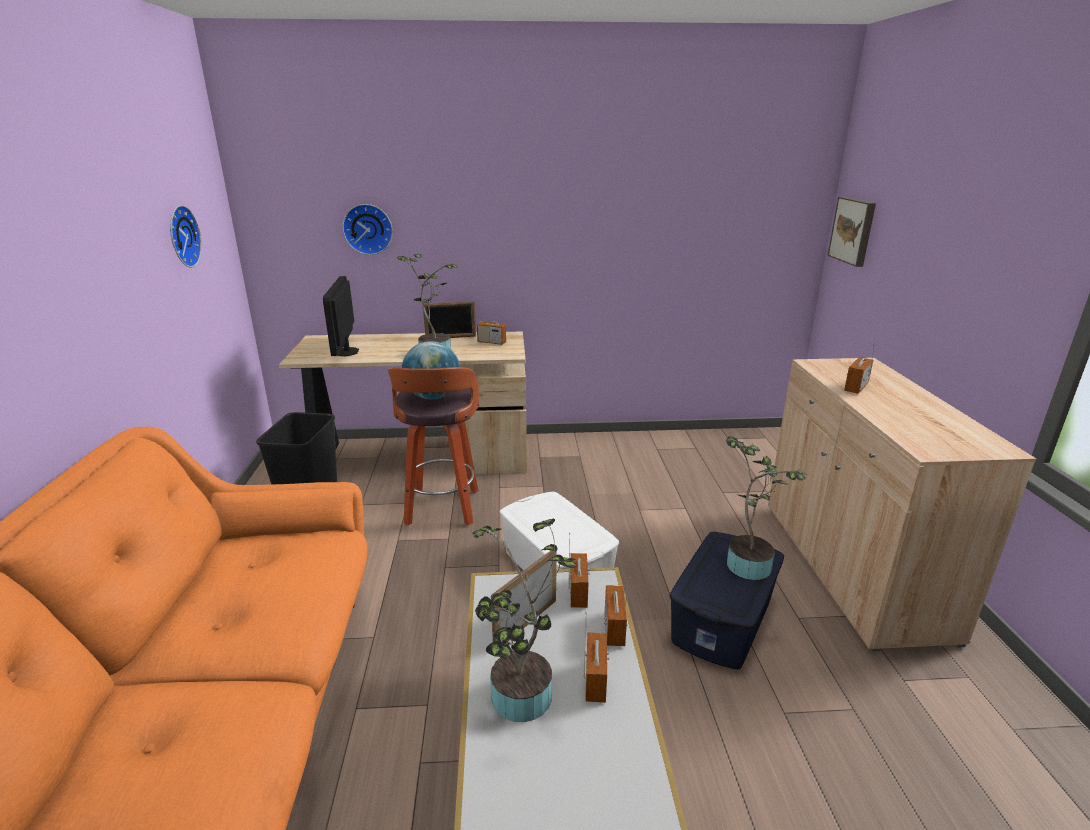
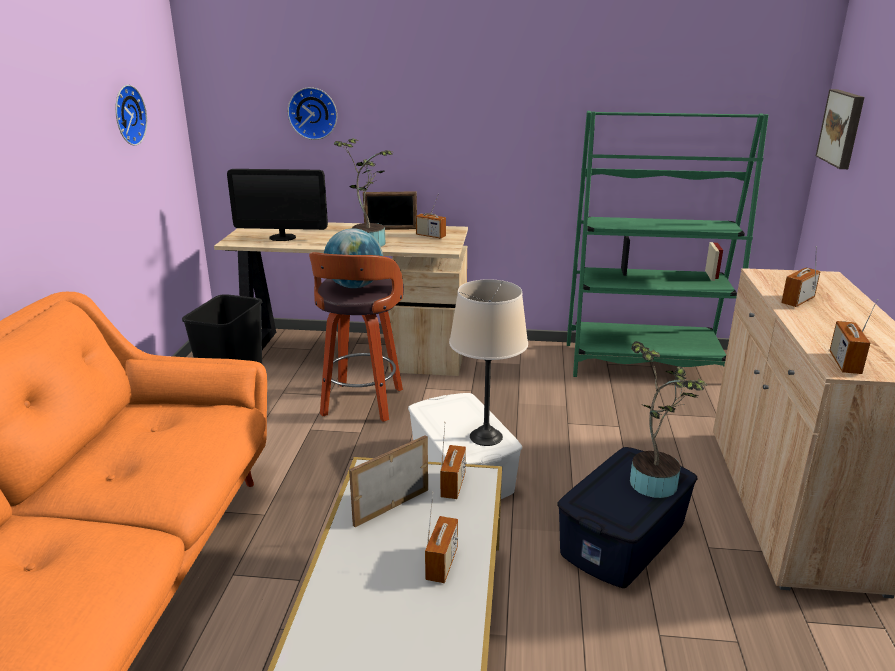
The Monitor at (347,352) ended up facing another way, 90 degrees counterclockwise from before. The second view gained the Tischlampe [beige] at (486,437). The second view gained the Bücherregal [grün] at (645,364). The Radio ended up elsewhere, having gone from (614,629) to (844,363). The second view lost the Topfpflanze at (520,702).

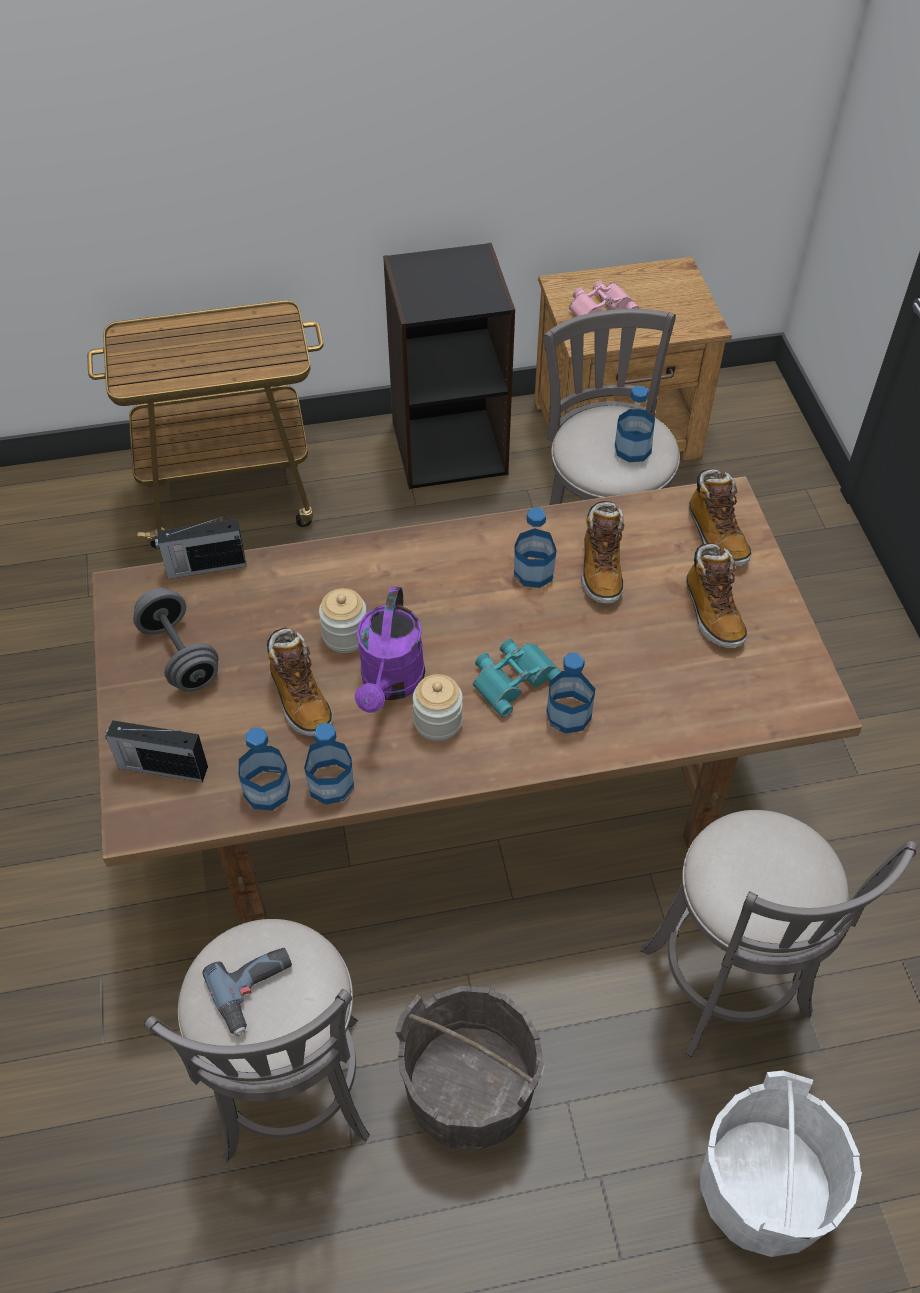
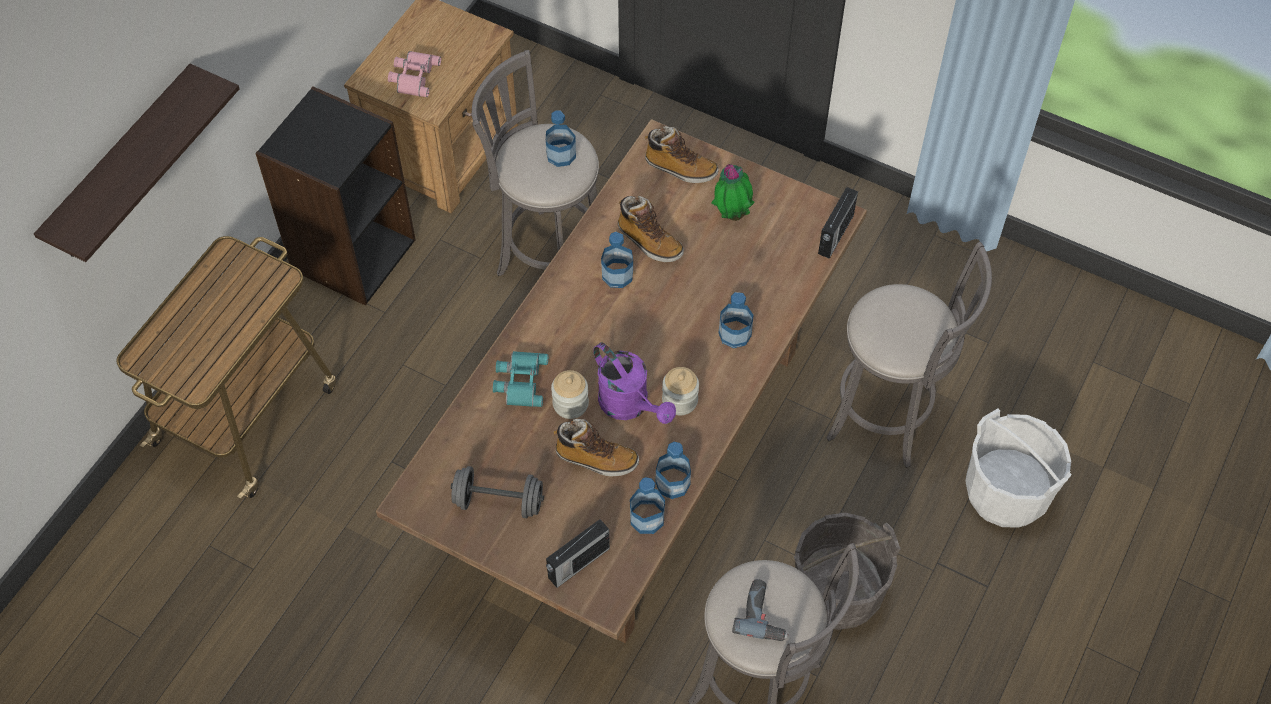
The second view gained the Wandregal at (123,166). The Fernglas [türkis] ended up elsewhere, having gone from (513,678) to (520,381). Where the Stiefel stood at (712,613), the Topfpflanze came to stand at (732,214). The Radio ended up elsewhere, having gone from (204,566) to (835,235).

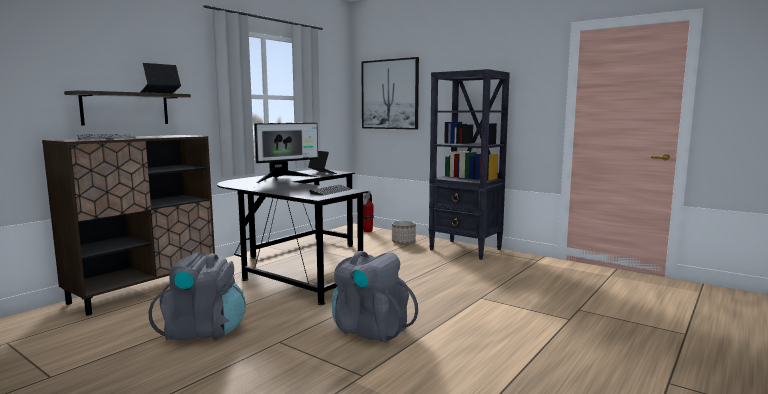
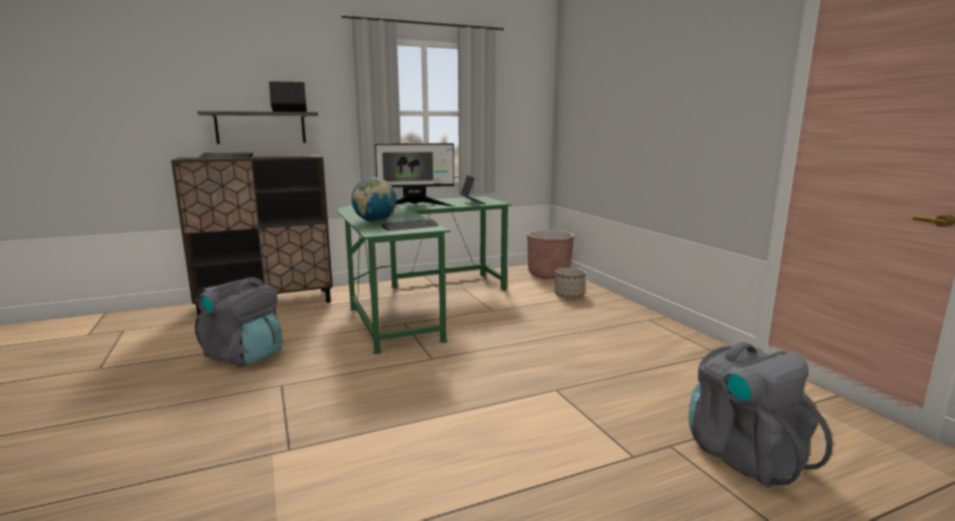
What was the Schreibtisch [schwarz] at (295,266) turned into the Schreibtisch [grün] at (416,303). The second view gained the Globus at (375,221). Where the Feuerlöscher stood at (367,231), the Pflanzkübel [braun] came to stand at (549,274). The Rucksack [grau] ended up elsewhere, having gone from (370,329) to (743,455). The second view lost the Bild at (390,94). The second view lost the Bücherregal [schwarz] at (466,250).

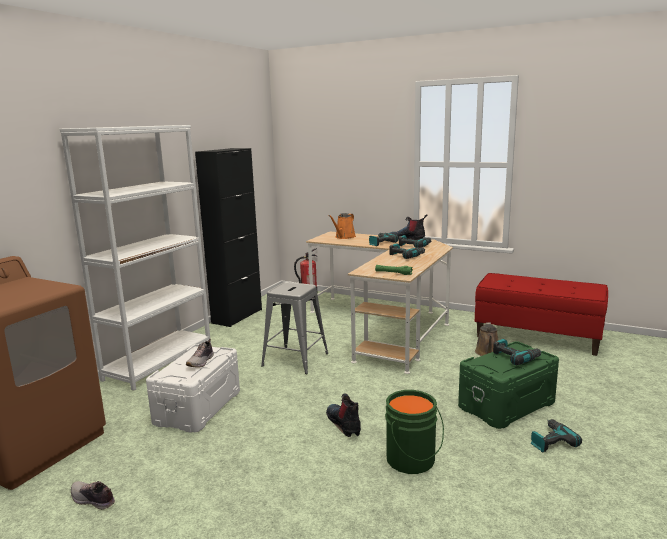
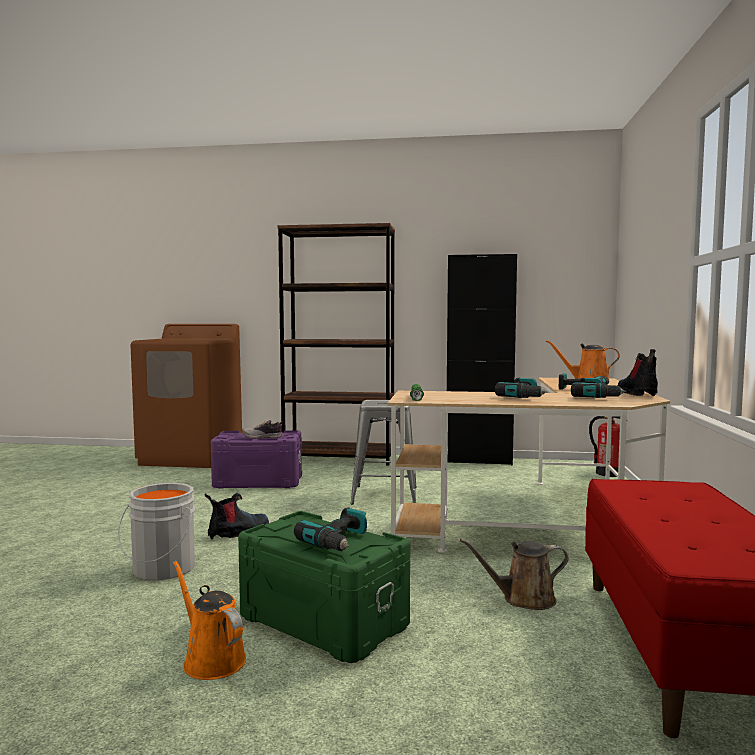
What was the Eimer [grün] at (412,460) turned into the Eimer [grau] at (161,569). Where the Bohrmaschine stood at (550,441), the Gießkanne [orange] came to stand at (211,659). What was the Aufbewahrungsbox [weiß] at (199,407) turned into the Aufbewahrungsbox [lila] at (258,482). What was the Bücherregal [weiß] at (159,362) turned into the Bücherregal [braun] at (339,458). The second view lost the Schuh at (92,500).

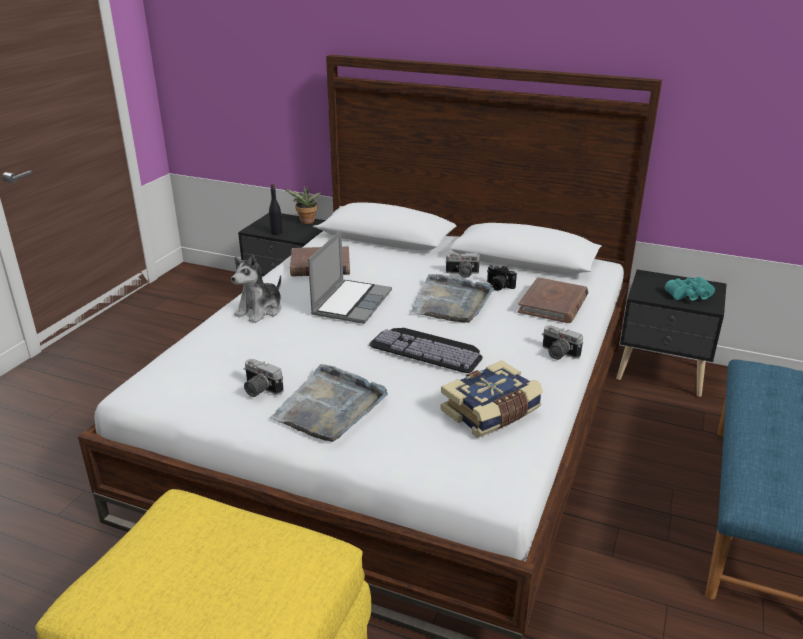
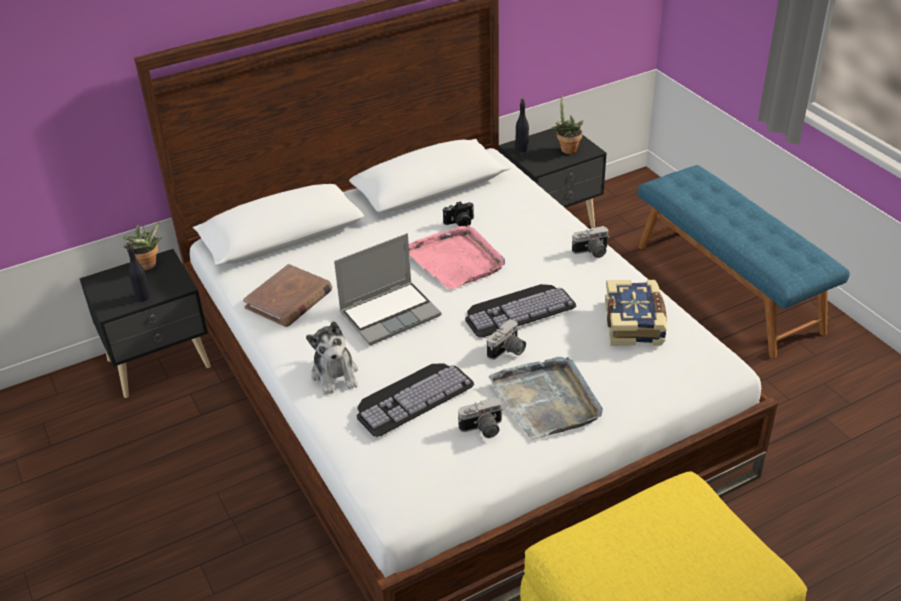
The Laptop at (351,302) ended up facing another way, 90 degrees clockwise from before. The second view gained the Tastatur at (412,396). What was the Tablett [grau] at (451,302) turned into the Tablett [rosa] at (456,260). The Kamera ended up elsewhere, having gone from (462,274) to (508,351). The second view gained the Flasche [schwarz] at (522,149). Where the Fernglas [türkis] stood at (690,296), the Topfpflanze came to stand at (566,149). The second view lost the Buch [braun] at (553,304).

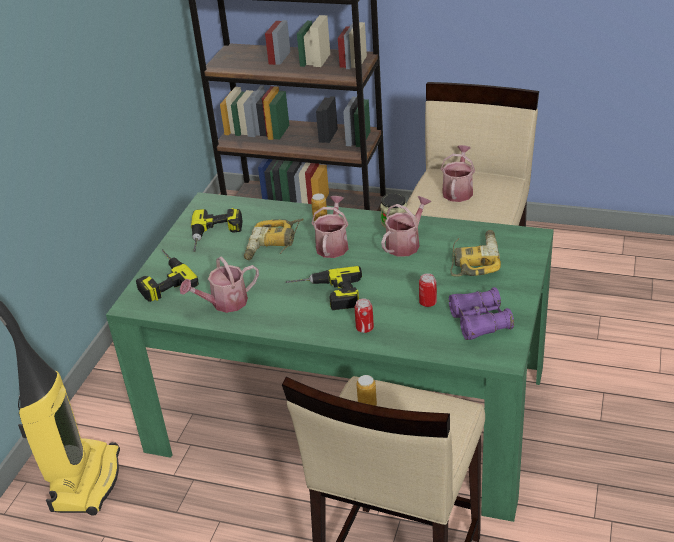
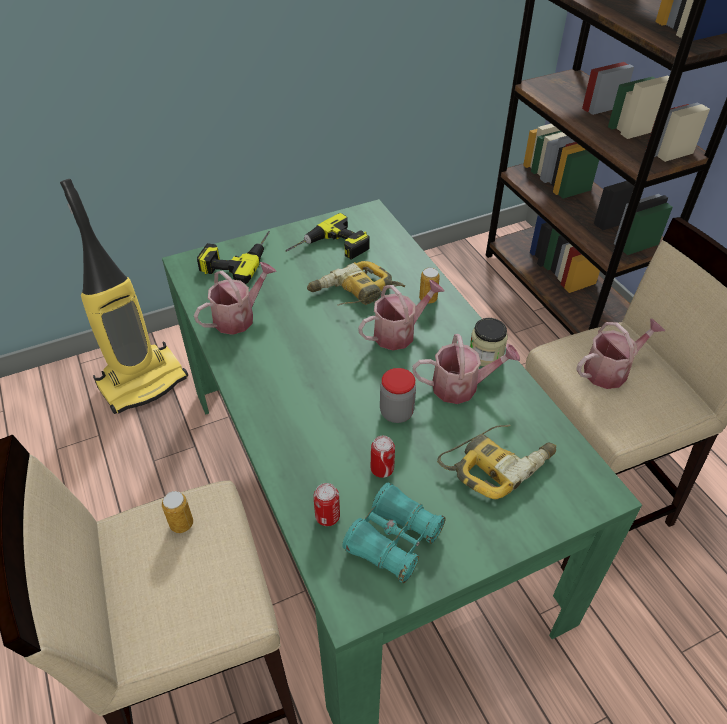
The Gießkanne at (224,303) ended up facing another way, 120 degrees clockwise from before. The Dose ended up elsewhere, having gone from (364,328) to (327,516). What was the Fernglas [lila] at (480,322) turned into the Fernglas [türkis] at (393,540). The second view gained the Vorratsglas at (396,412). The second view lost the Bohrmaschine at (326,294).

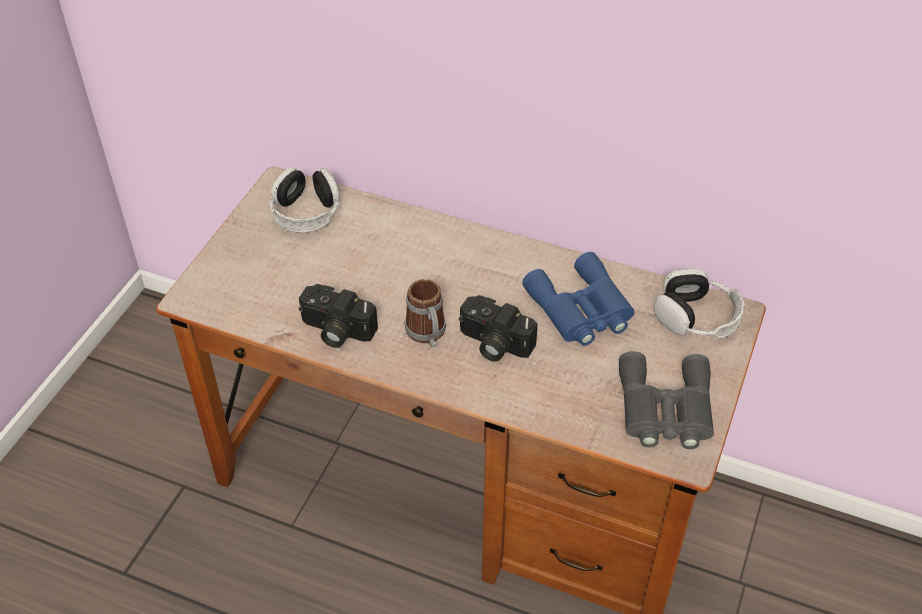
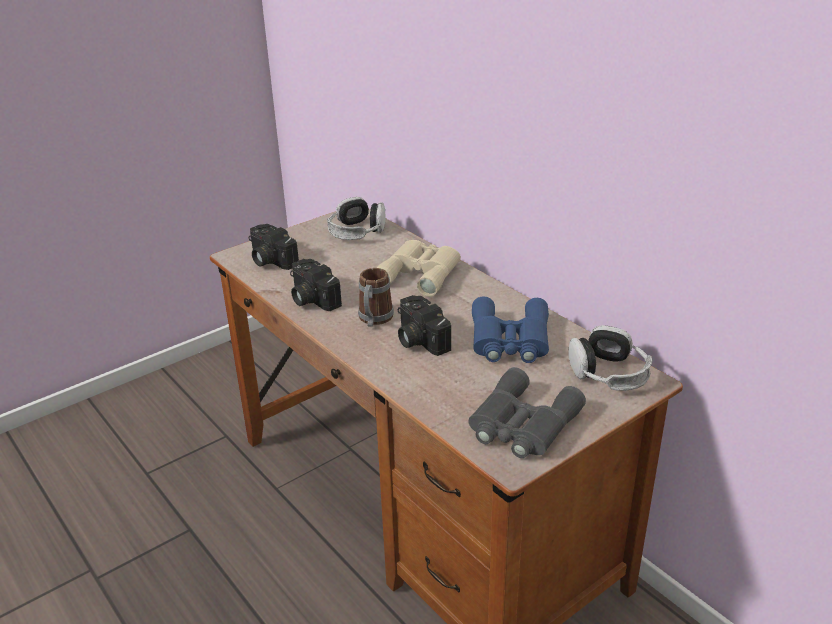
The second view gained the Kamera at (269,260). The second view gained the Fernglas [beige] at (421,273).

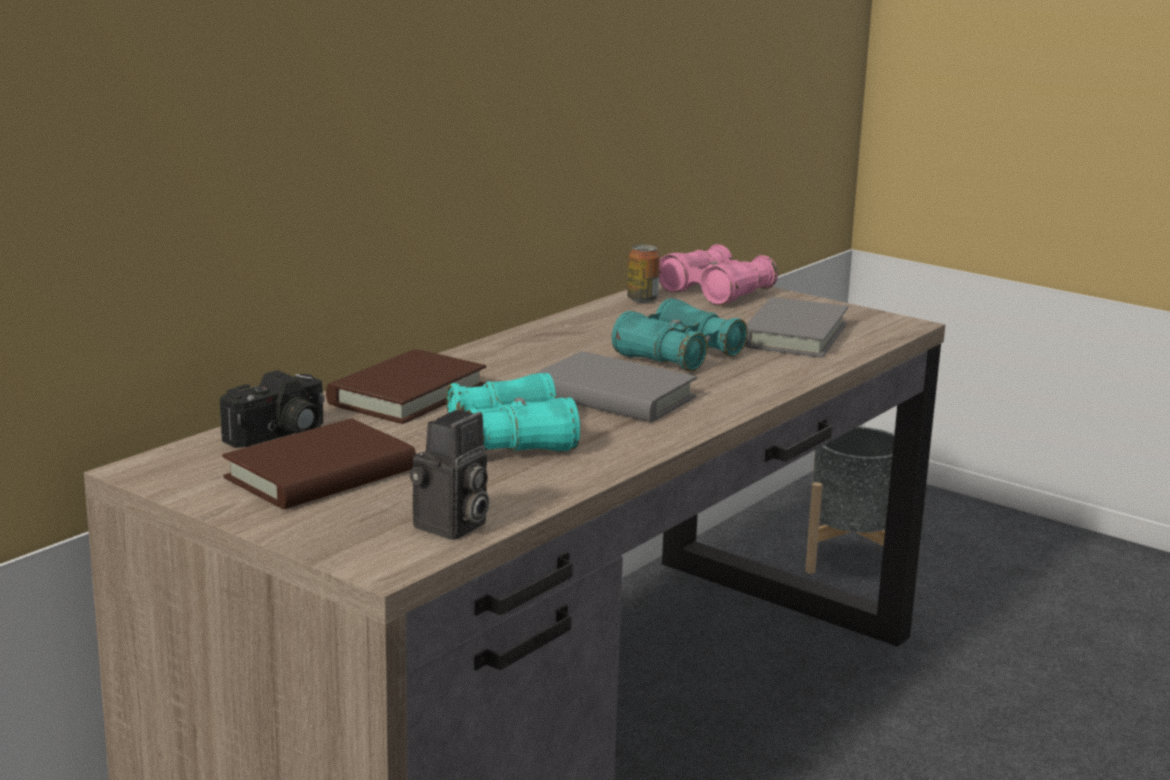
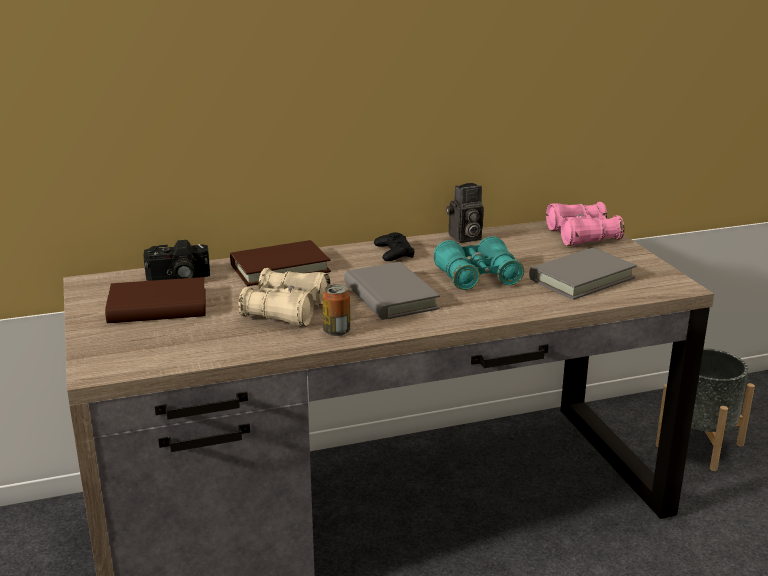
What was the Fernglas [türkis] at (512,439) turned into the Fernglas [beige] at (286,310). The Dose ended up elsewhere, having gone from (642,299) to (337,331). The second view gained the Gamepad [schwarz] at (394,252). The Kamera ended up elsewhere, having gone from (451,527) to (464,238).

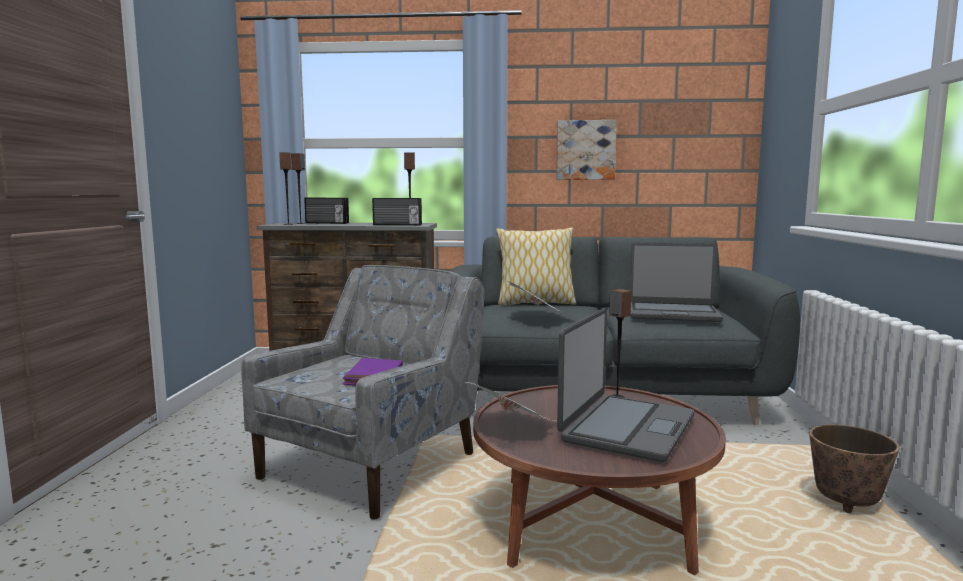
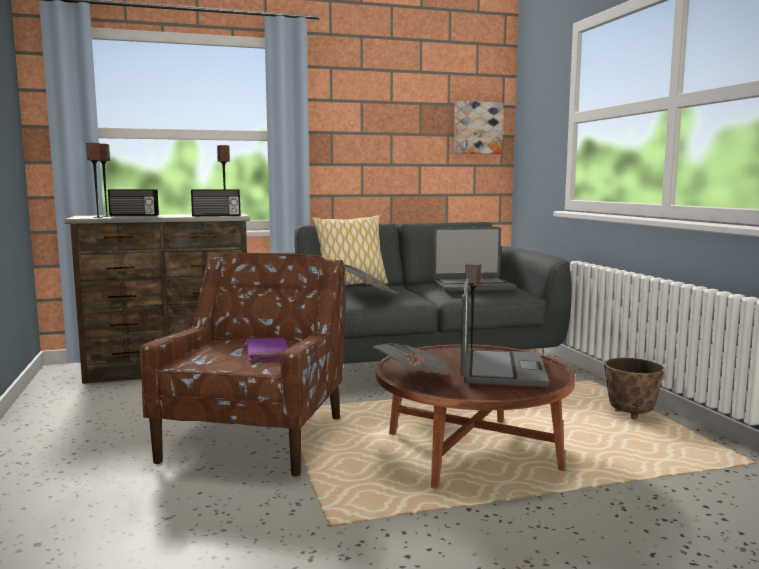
What was the Sessel [grau] at (373,464) turned into the Sessel [braun] at (257,438). The Bild ended up elsewhere, having gone from (585,150) to (477,128).

